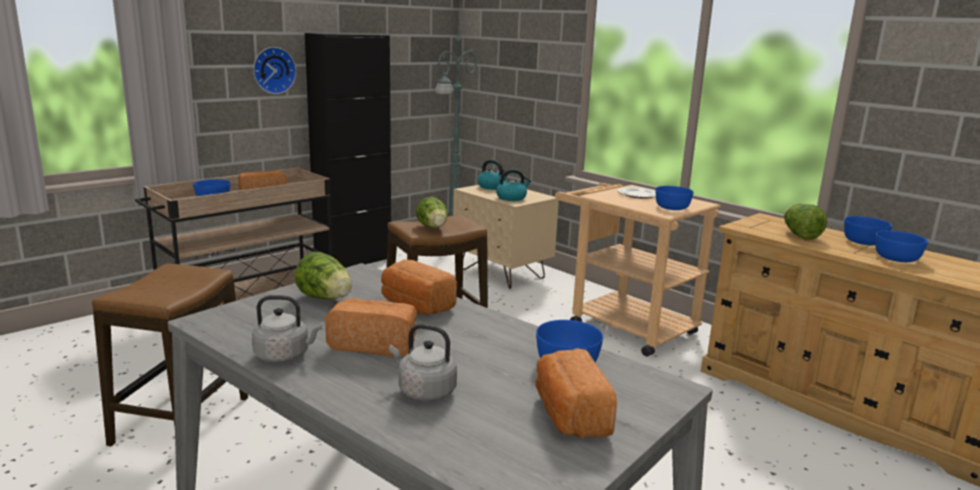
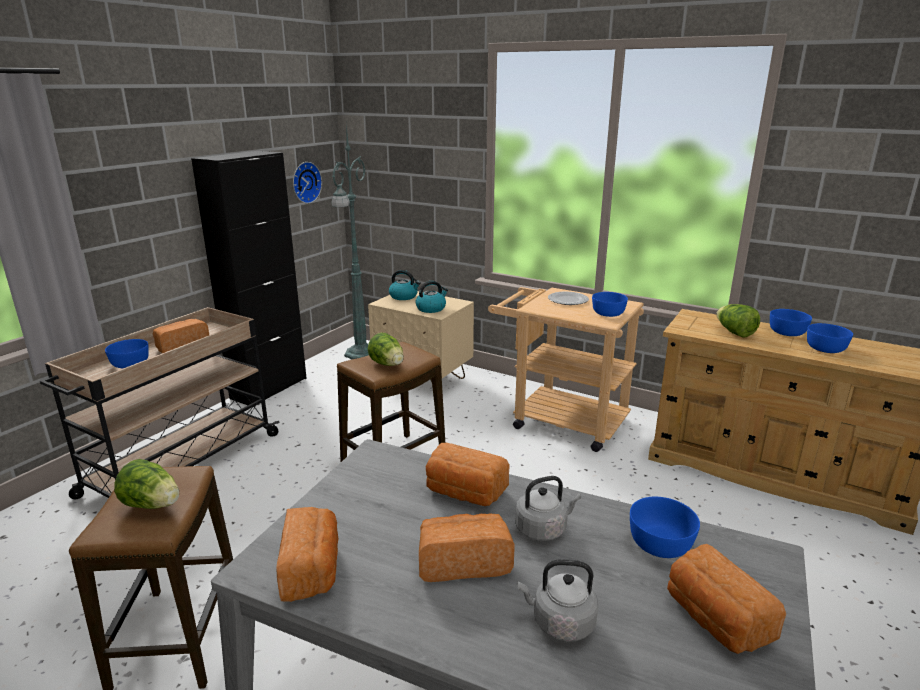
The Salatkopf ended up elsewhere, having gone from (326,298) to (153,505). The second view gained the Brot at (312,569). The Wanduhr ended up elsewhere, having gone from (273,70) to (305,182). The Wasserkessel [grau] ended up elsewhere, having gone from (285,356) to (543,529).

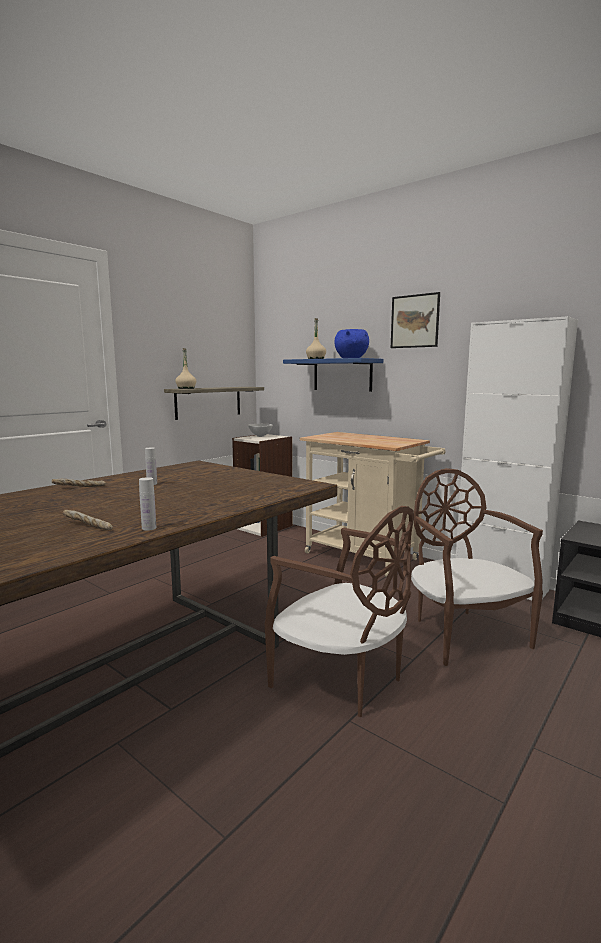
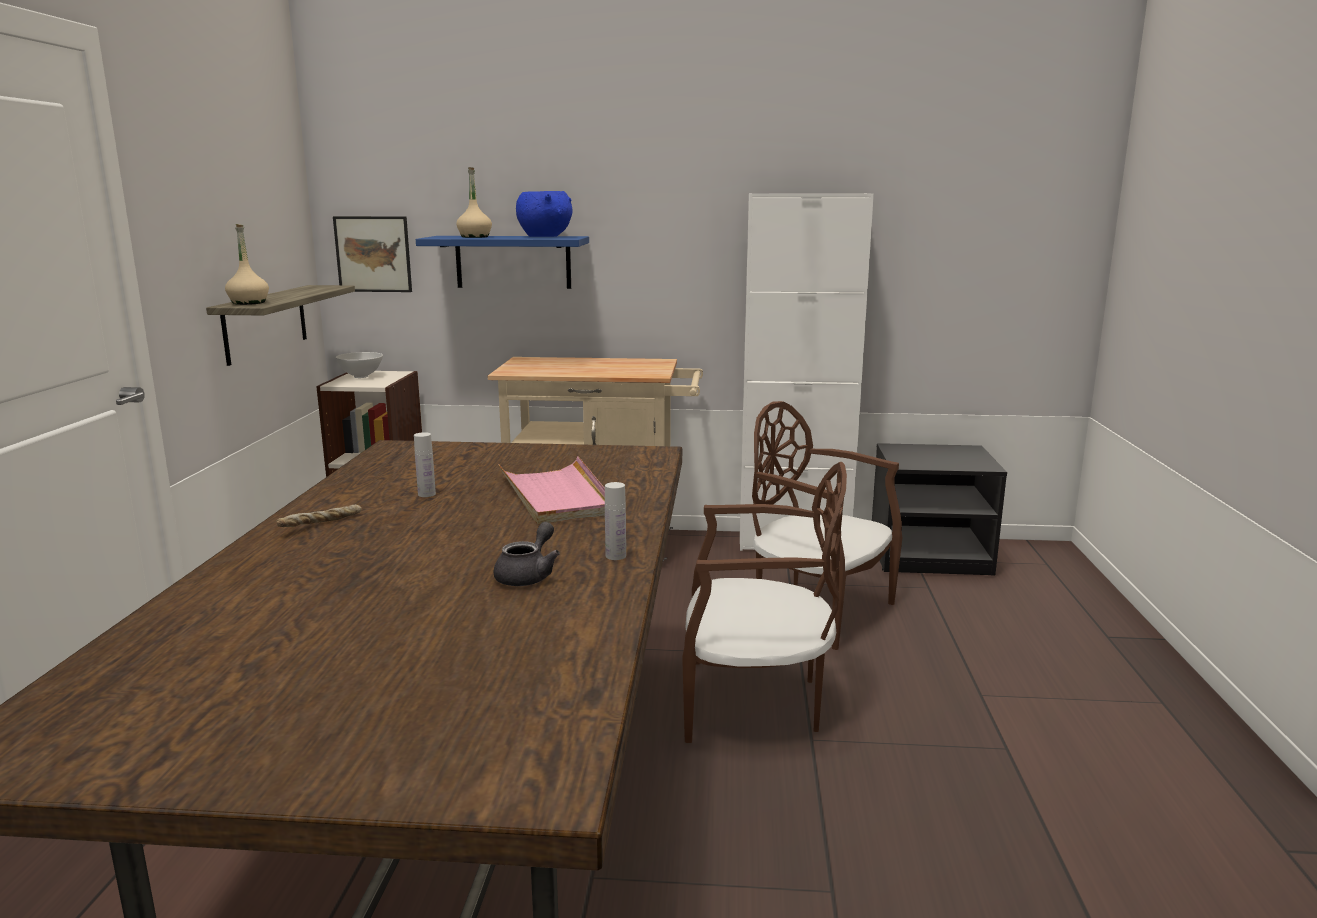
The Bild ended up elsewhere, having gone from (415,321) to (373,254). Where the Brot stood at (87,526), the Teekanne [grau] came to stand at (528,575). The second view gained the Tablett [rosa] at (557,495).

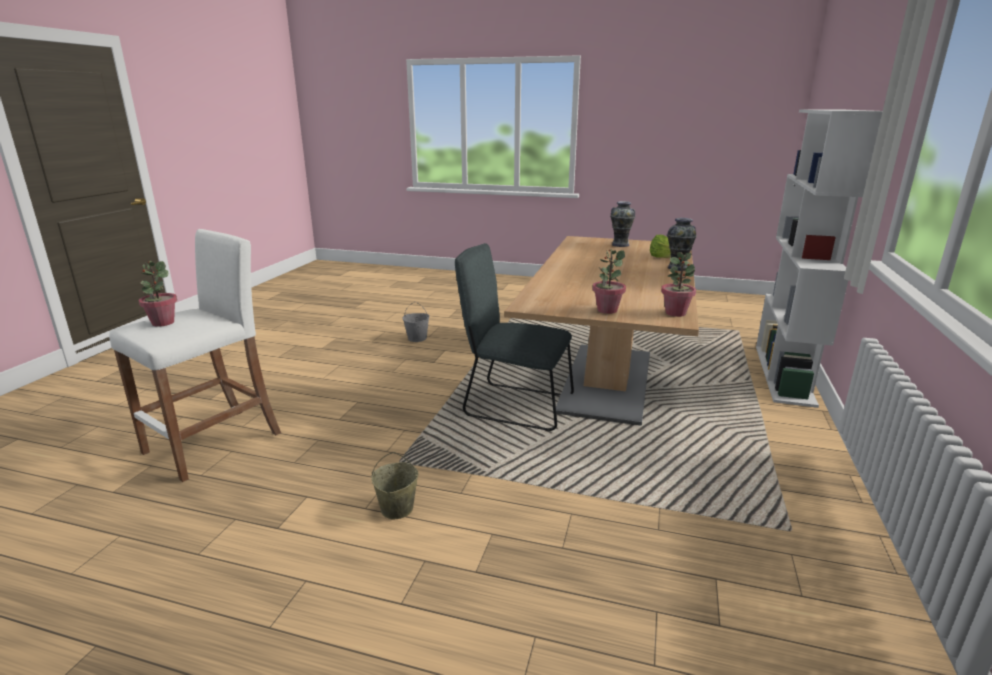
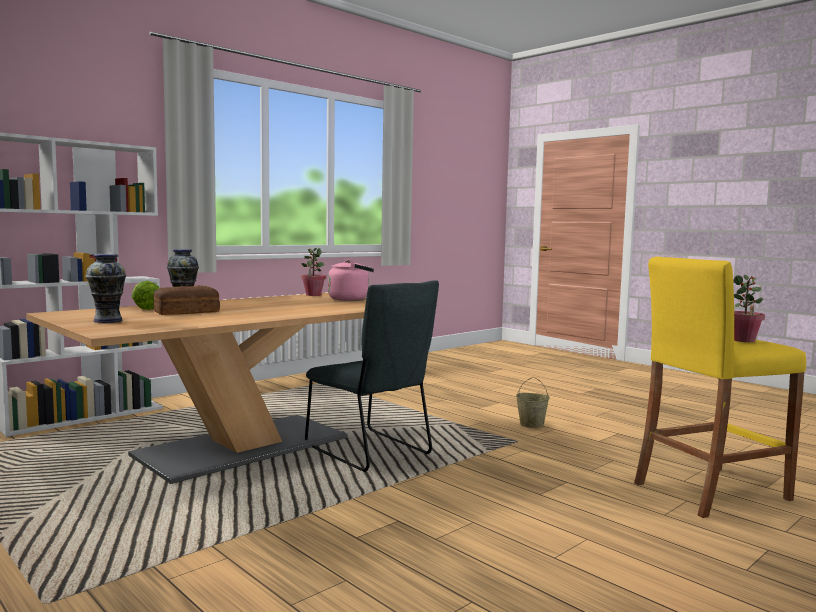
The second view gained the Brot at (185,312). Where the Topfpflanze stood at (607,310), the Wasserkessel [rosa] came to stand at (351,299). What was the Hocker [weiß] at (214,443) turned into the Hocker [gelb] at (710,491). The second view lost the Eimer [grau] at (417,338).

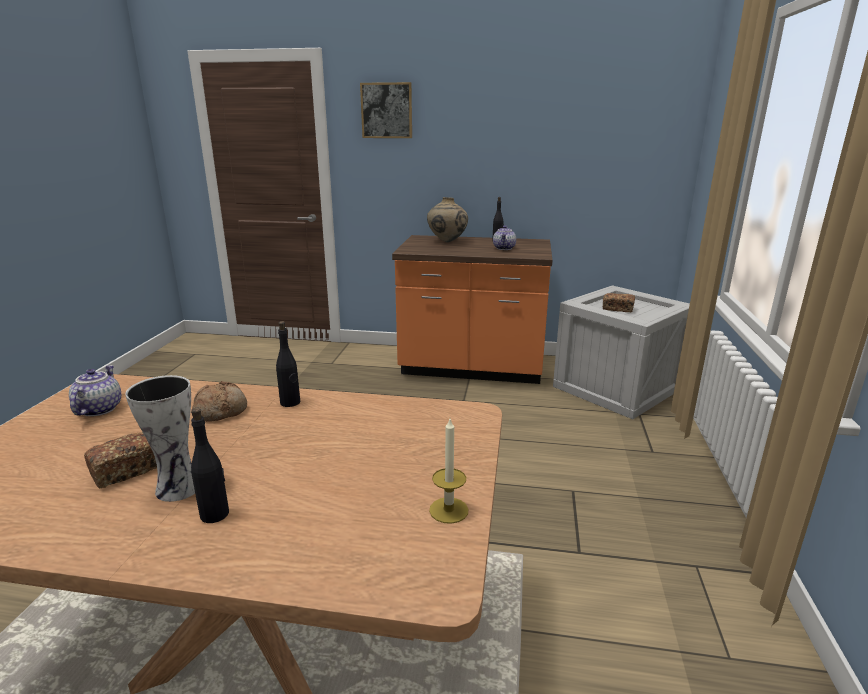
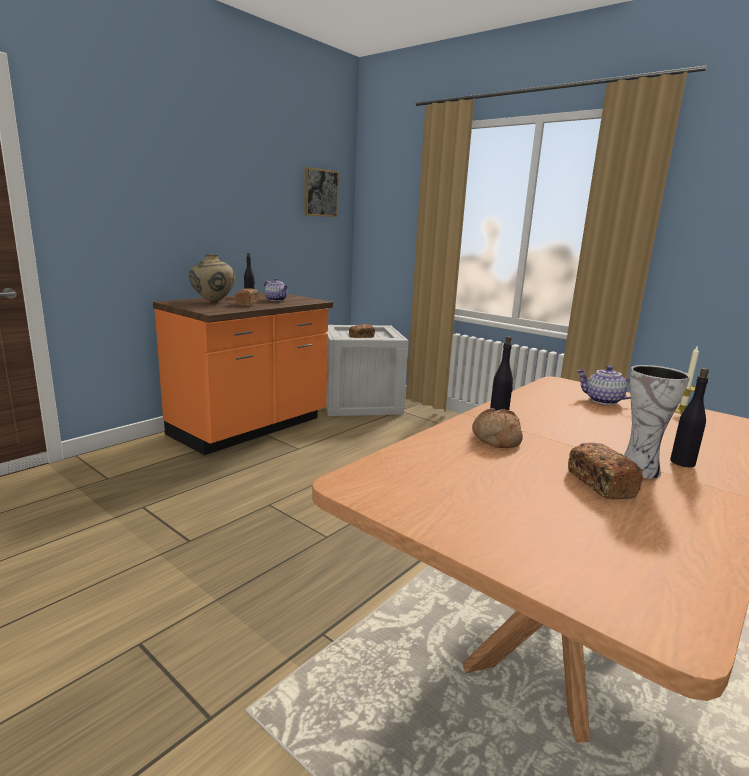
The second view gained the Brot at (247,304). The Bild ended up elsewhere, having gone from (386,110) to (320,193). The Teekanne ended up elsewhere, having gone from (98,409) to (603,401).

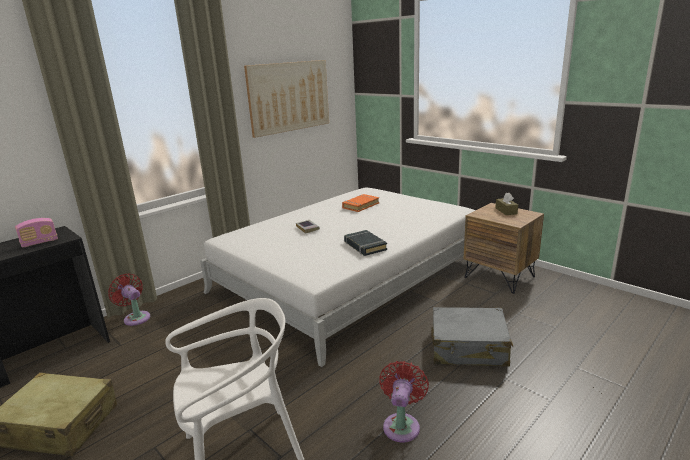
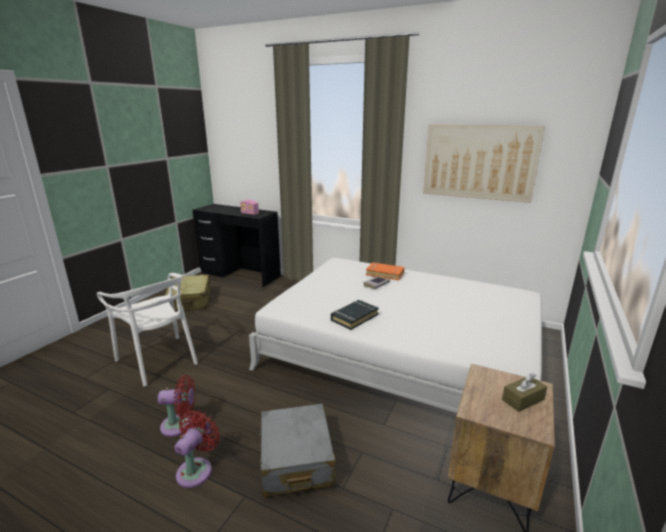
The Ventilator [rot] ended up elsewhere, having gone from (135,317) to (197,469). The Buch [orange] ended up elsewhere, having gone from (360,205) to (385,274).

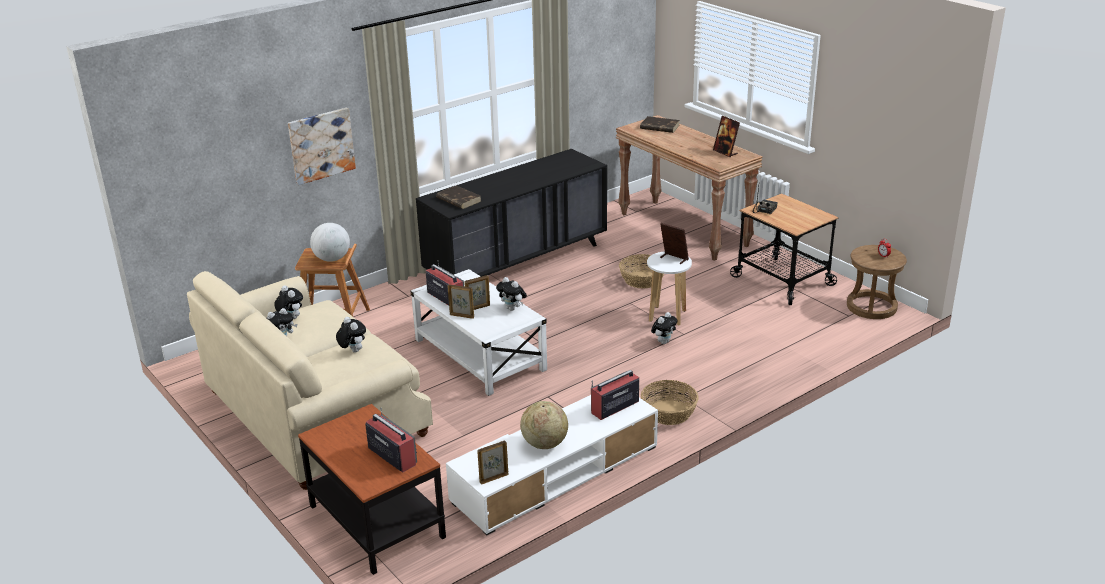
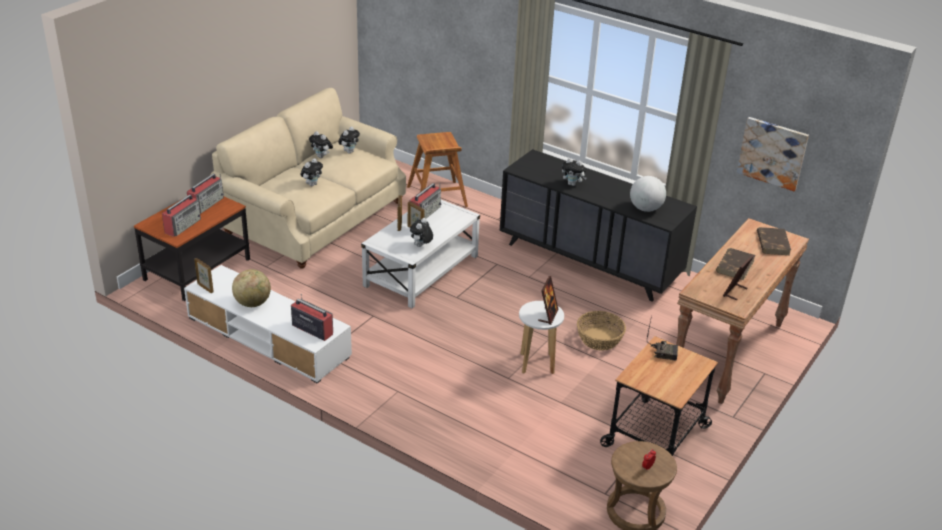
The second view gained the Radio at (207,204). The Plüschtier ended up elsewhere, having gone from (663,341) to (572,184). The Globus ended up elsewhere, having gone from (332,259) to (645,209). The Buch [braun] ended up elsewhere, having gone from (458,200) to (735,265). The Bild ended up elsewhere, having gone from (321,145) to (772,153). The second view lost the Korb at (668,413).

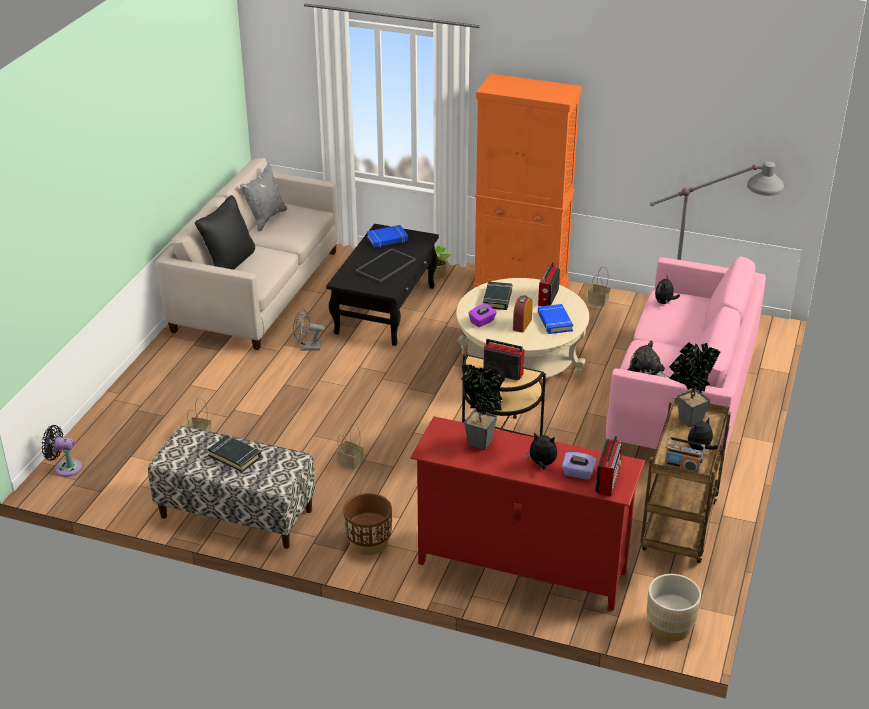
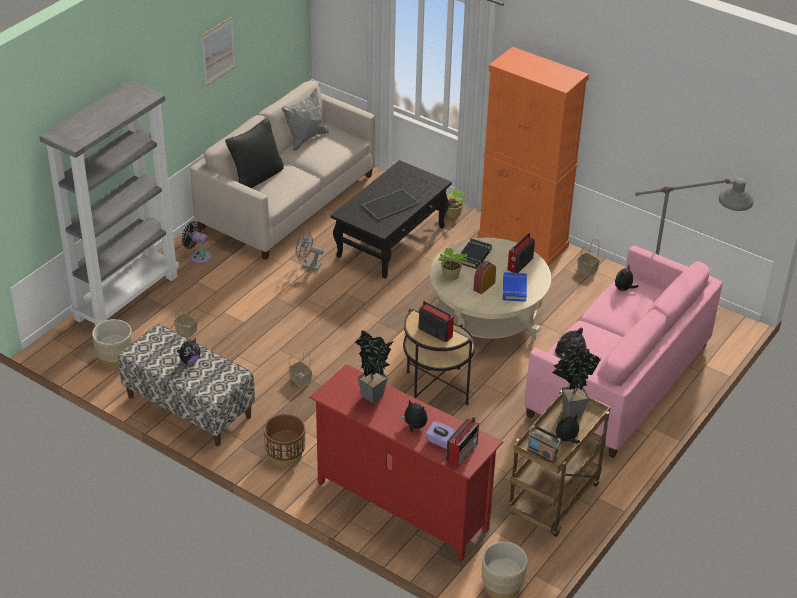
The second view gained the Bücherregal [grau] at (126,297). The second view gained the Pflanzkübel [beige] at (115,359). Where the Buch [schwarz] stood at (235,456), the Plüschtier came to stand at (189,360). The Ventilator [schwarz] ended up elsewhere, having gone from (65,467) to (198,256). The second view gained the Bild at (218,51). Where the Taschentuchbox [lila] stood at (482,322), the Topfpflanze came to stand at (450,276). The second view lost the Buch [blau] at (387,239).

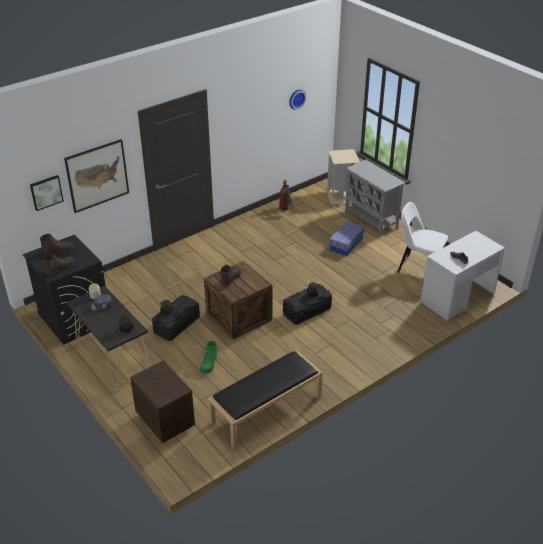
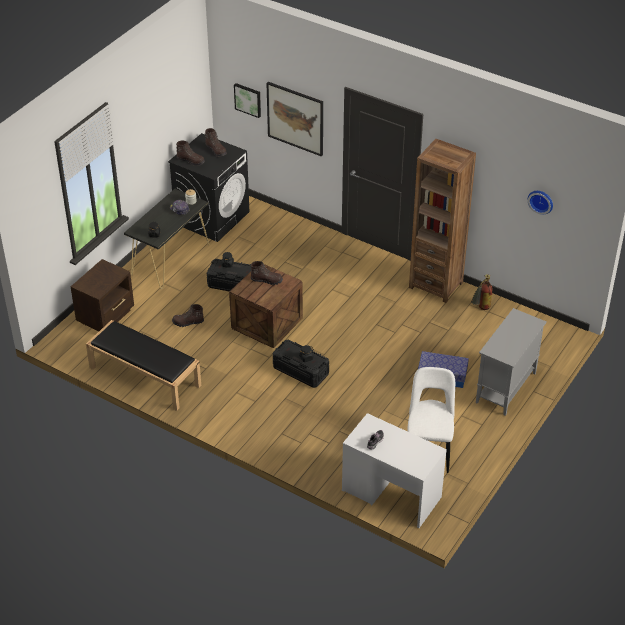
What was the Stiefel [grün] at (209,364) turned into the Stiefel [braun] at (188,322). The second view gained the Bücherregal [braun] at (436,285). The second view lost the Mülleimer [beige] at (341,196).

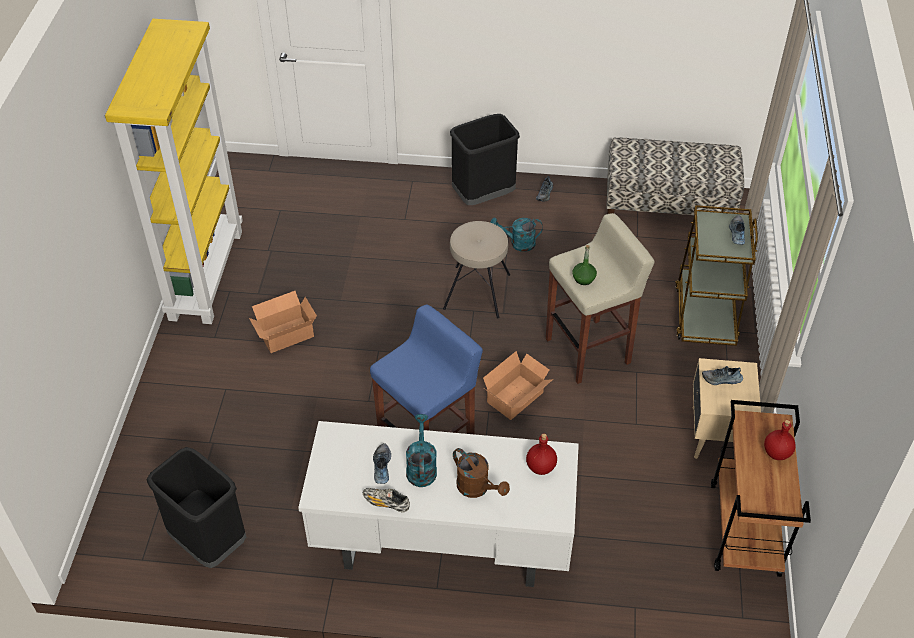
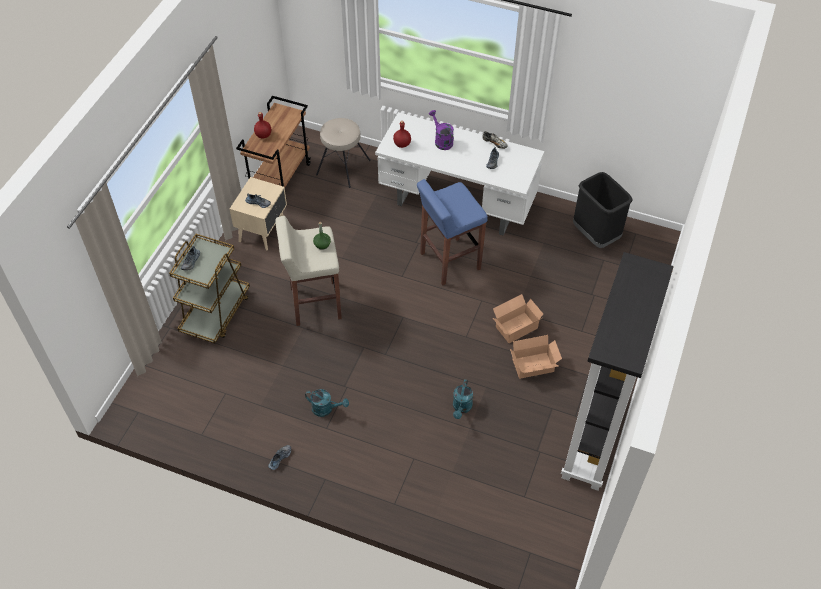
The Hocker [beige] ended up elsewhere, having gone from (477,291) to (342,167). What was the Gießkanne [braun] at (477,488) turned into the Gießkanne [lila] at (441,141). The Gießkanne [türkis] ended up elsewhere, having gone from (421,467) to (461,408). The Karton ended up elsewhere, having gone from (517,398) to (515,327). What was the Bücherregal [gelb] at (205,274) turned into the Bücherregal [schwarz] at (595,438). The second view lost the Mülleimer [schwarz] at (483,196). The second view lost the Bank at (668,206).

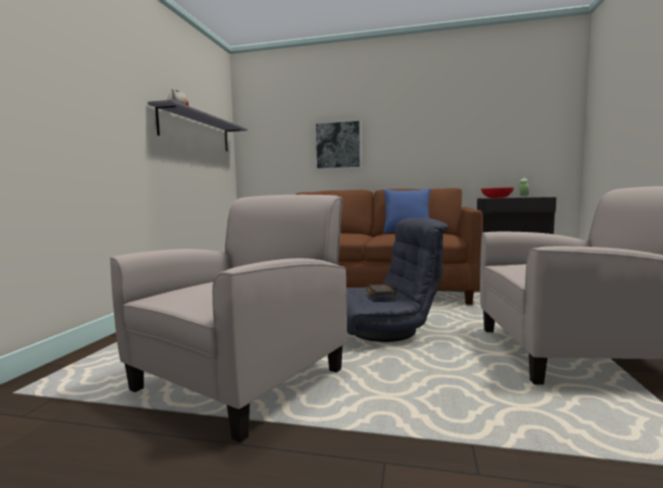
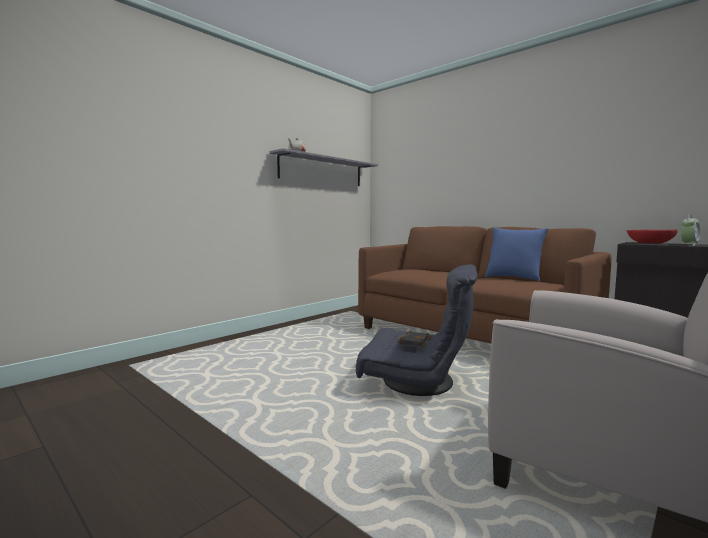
The second view lost the Sessel [beige] at (242,378). The second view lost the Bild at (338,145).

